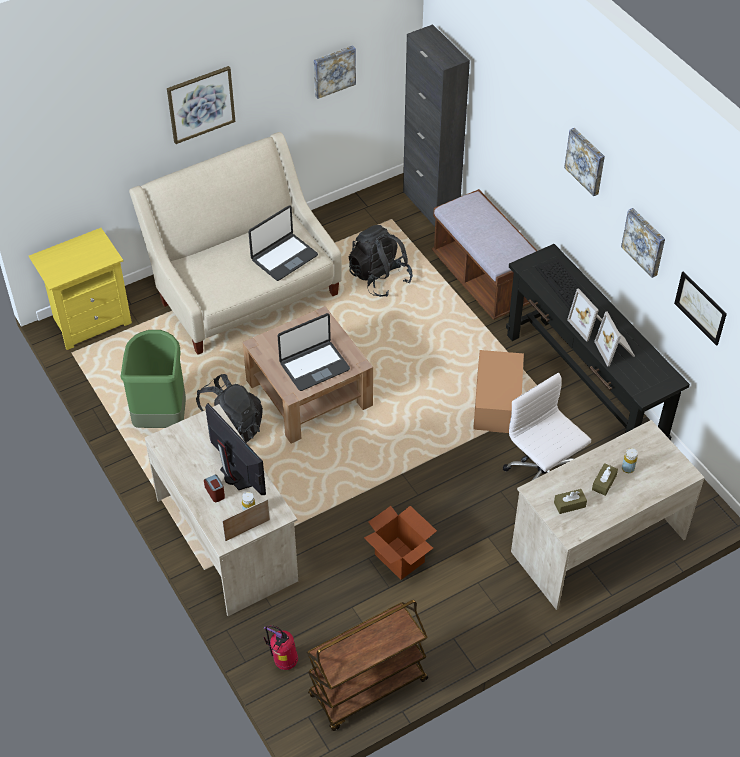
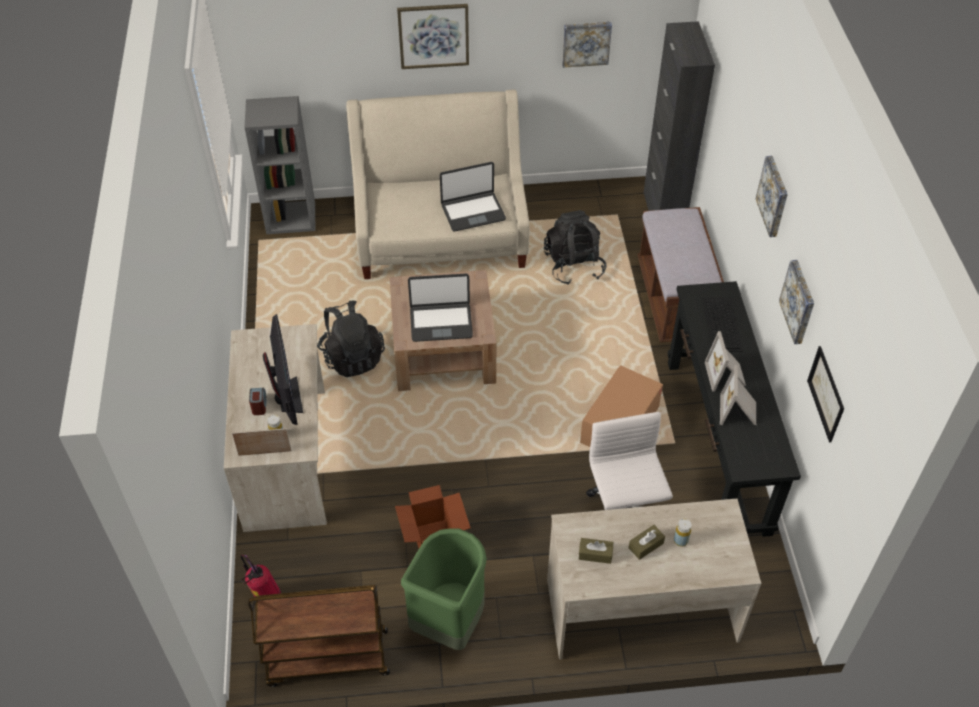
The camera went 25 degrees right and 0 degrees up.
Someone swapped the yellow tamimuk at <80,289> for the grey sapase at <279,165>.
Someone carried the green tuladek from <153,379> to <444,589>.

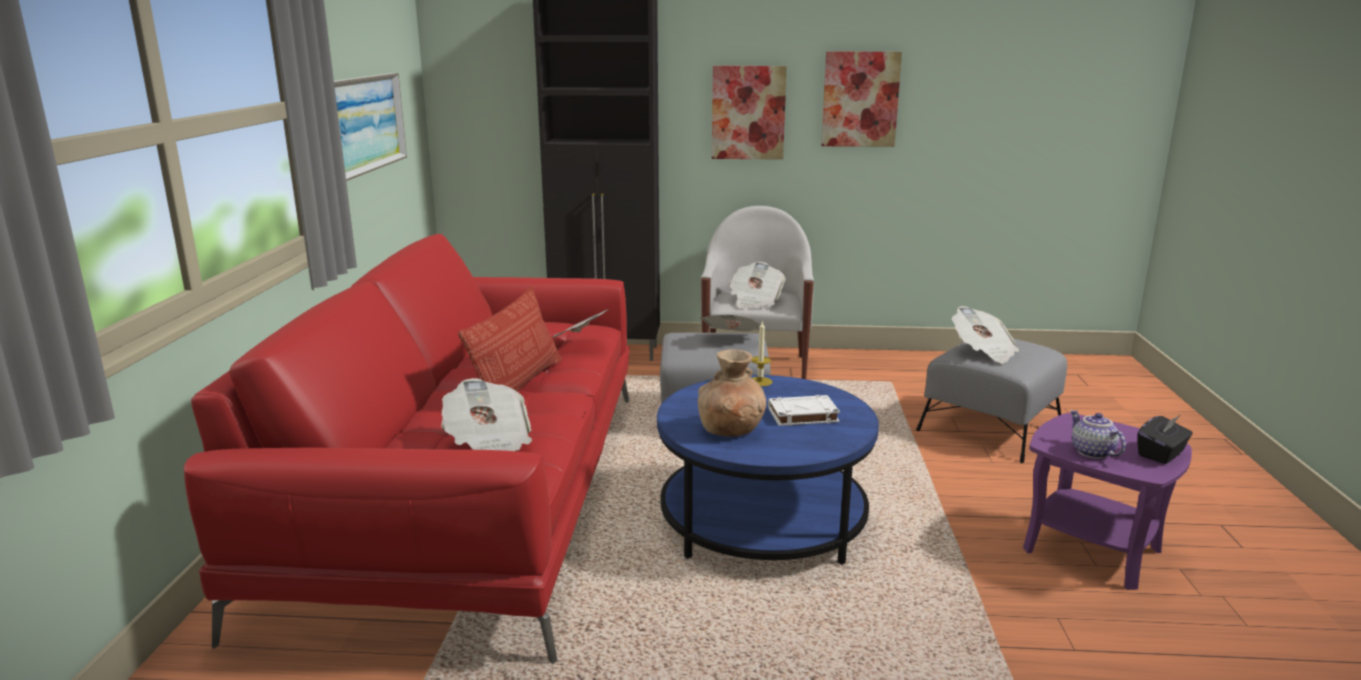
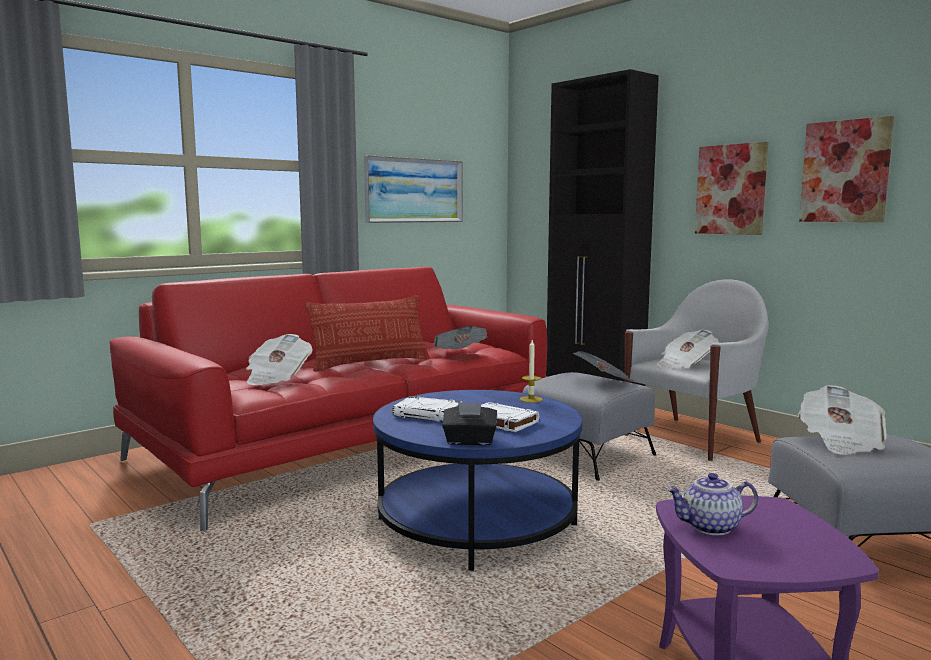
The camera went 45 degrees right and 10 degrees down.
Someone swapped the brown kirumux at <732,393> for the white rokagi at <427,409>.
Someone rotated the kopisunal at <1098,434> by 120 degrees counterclockwise.
Someone carried the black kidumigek from <1165,439> to <469,423>.

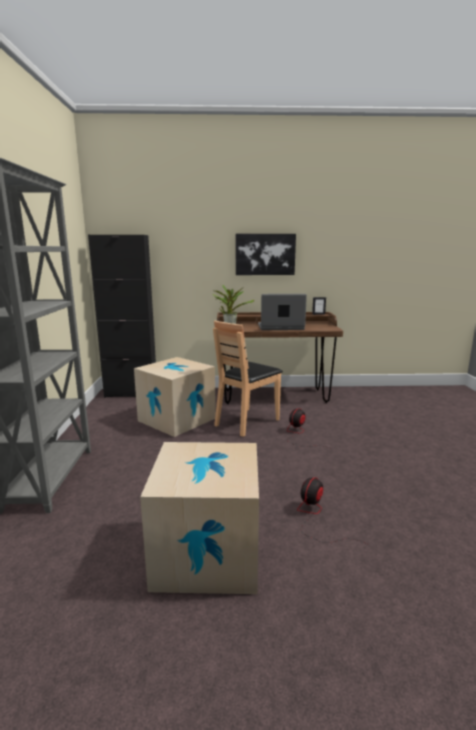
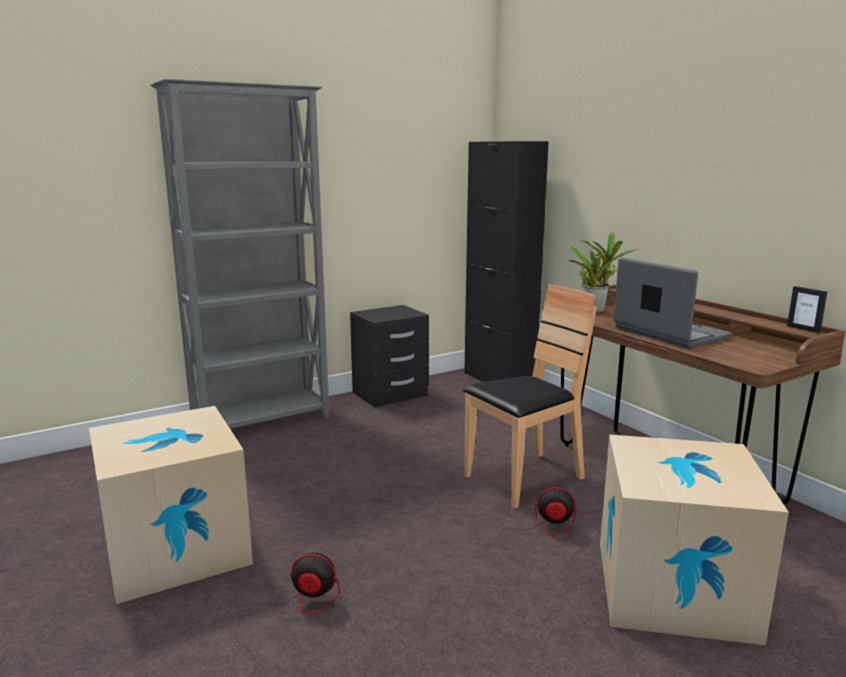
The camera went 60 degrees right and 0 degrees up.
Someone carried the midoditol from <175,397> to <694,540>.
Someone rotated the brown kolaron at <248,379> by 135 degrees clockwise.
Someone took away the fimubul at <266,254>.
Someone put down the black tamimuk at <389,356>.

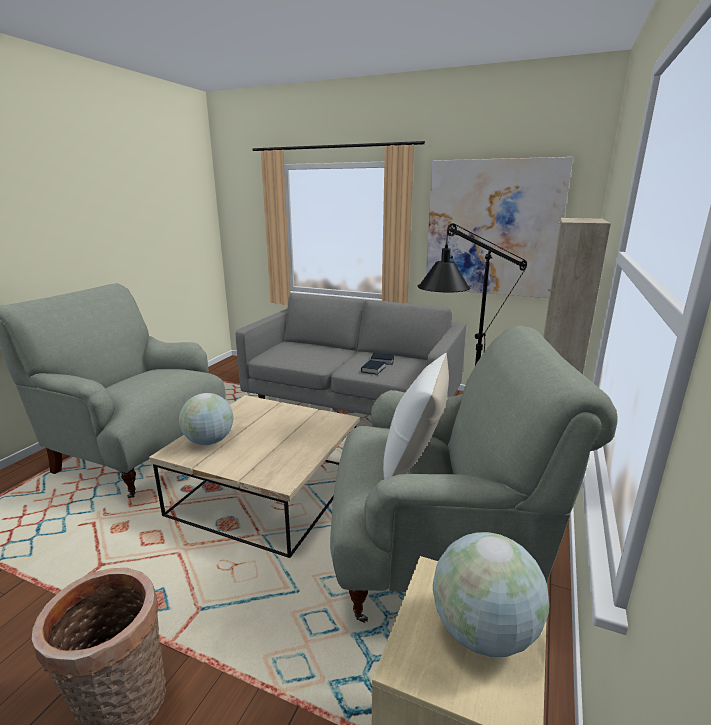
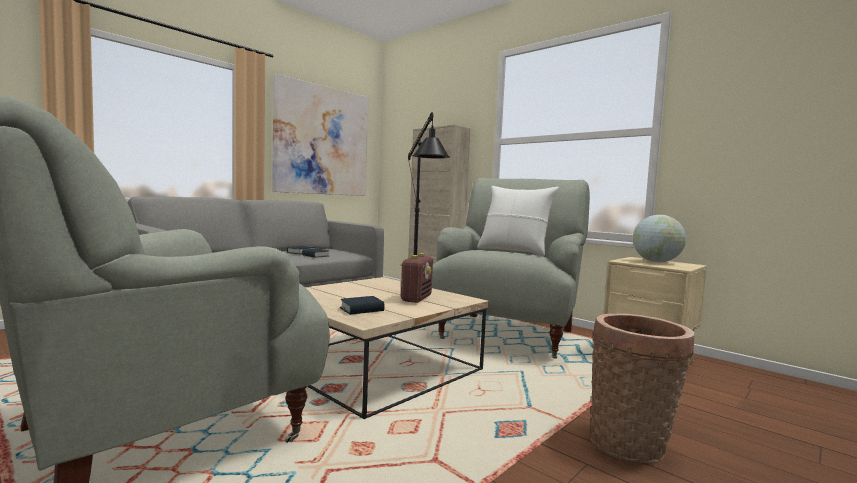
The camera went 70 degrees left and 15 degrees down.
Someone swapped the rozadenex at <206,419> for the rokagi at <362,305>.
Someone put down the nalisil at <417,278>.

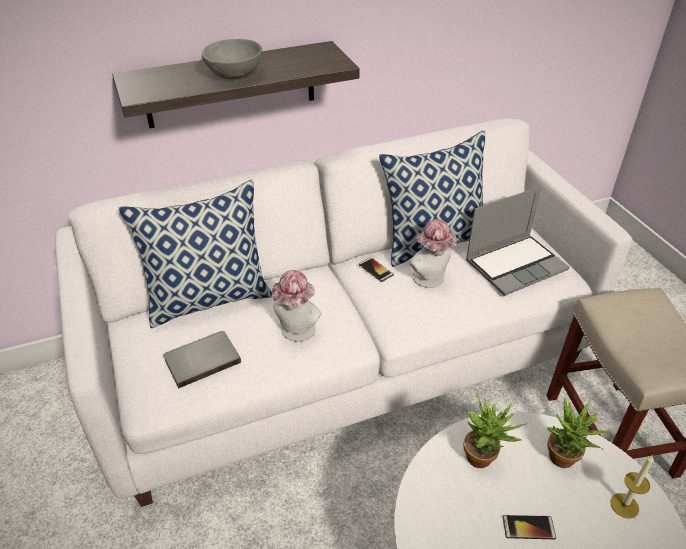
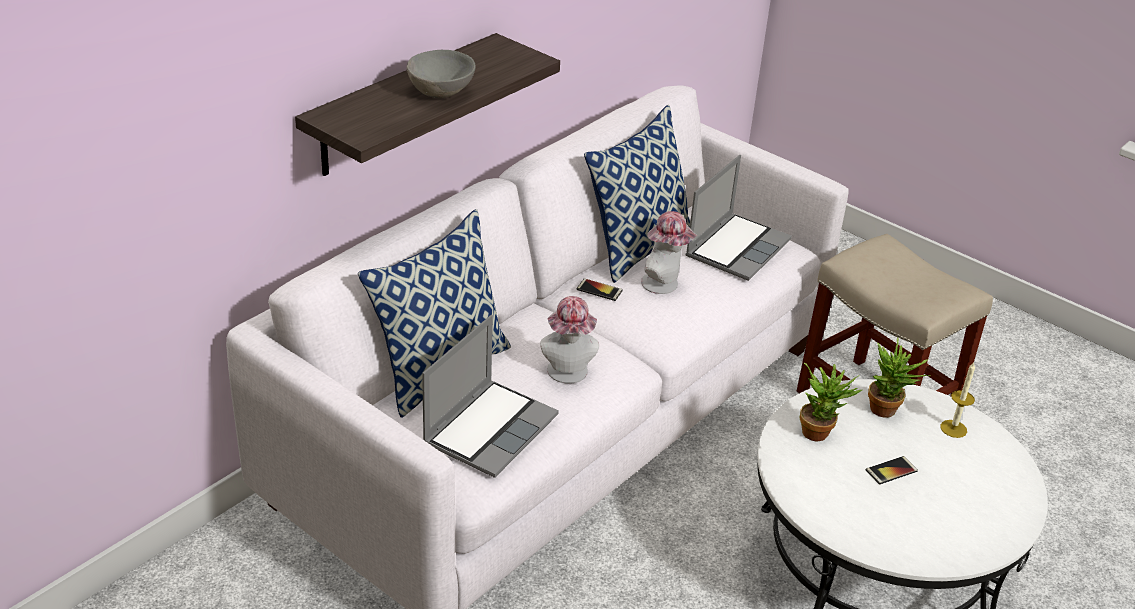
The camera went 30 degrees left and 5 degrees down.
Someone swapped the grey rokagi at <202,359> for the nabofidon at <490,396>.

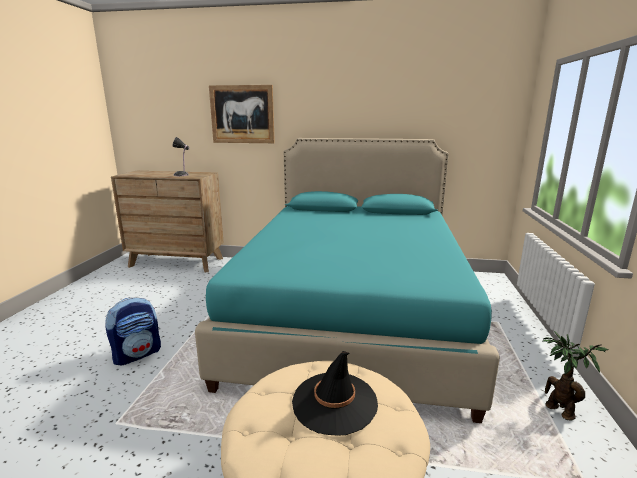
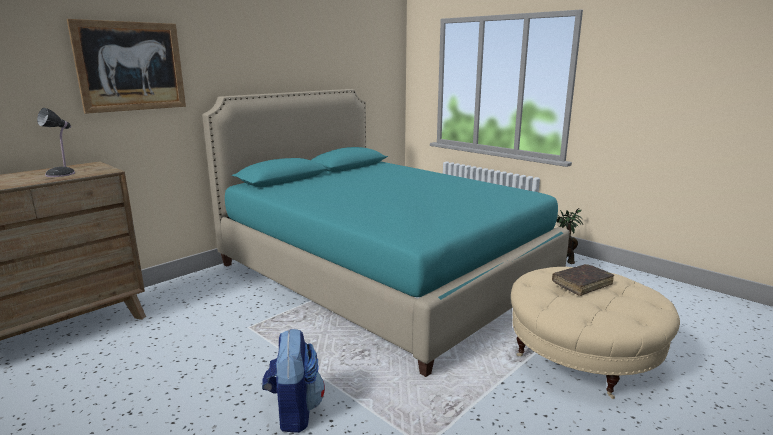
The camera went 55 degrees left and 0 degrees up.
Someone swapped the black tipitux at <335,393> for the brown rokagi at <583,280>.

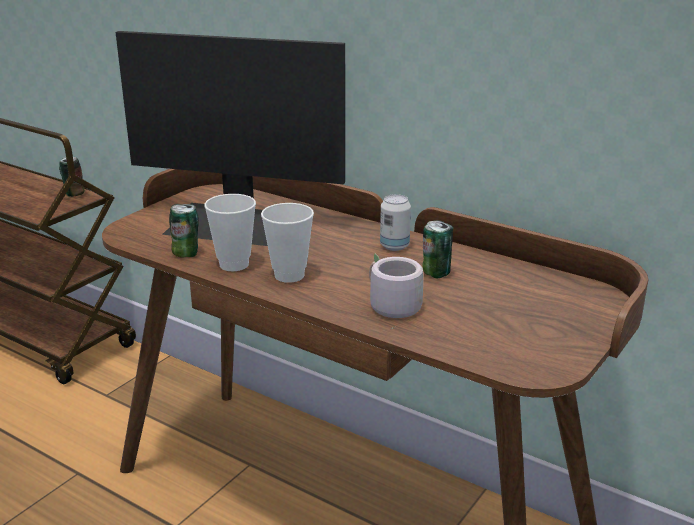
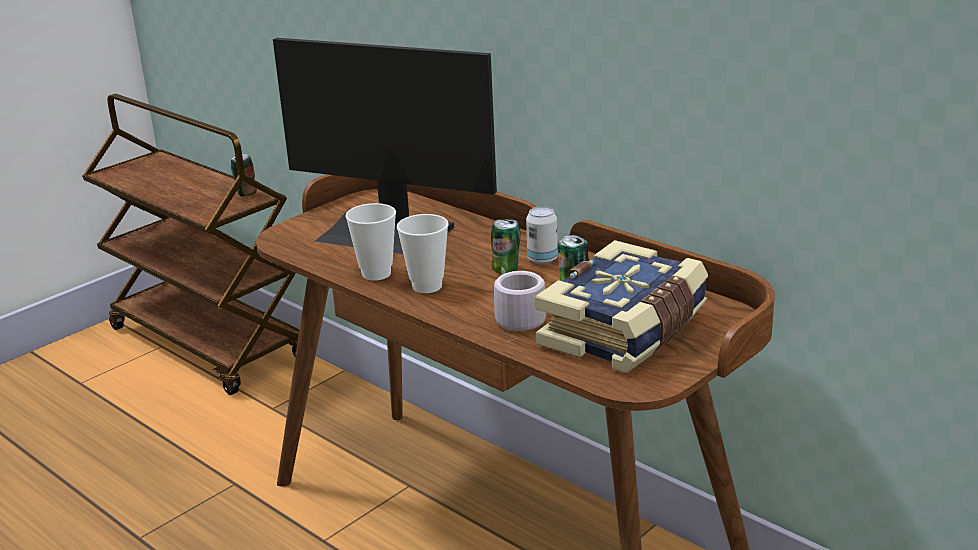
The camera went 10 degrees right and 0 degrees up.
Someone carried the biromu from <184,230> to <506,246>.
Someone put down the rokagi at <621,306>.

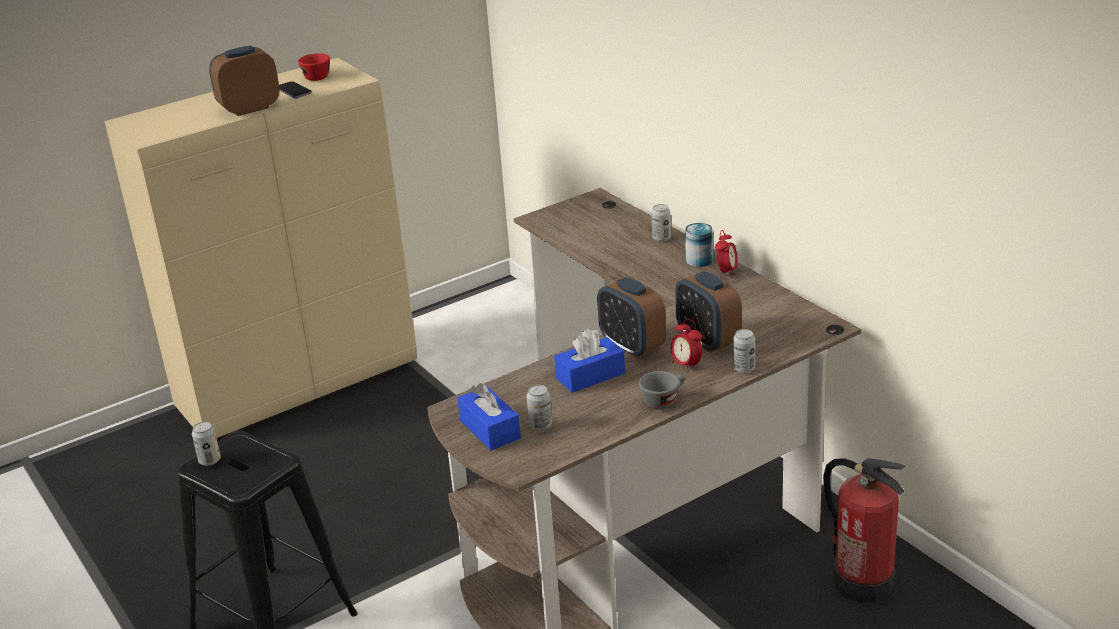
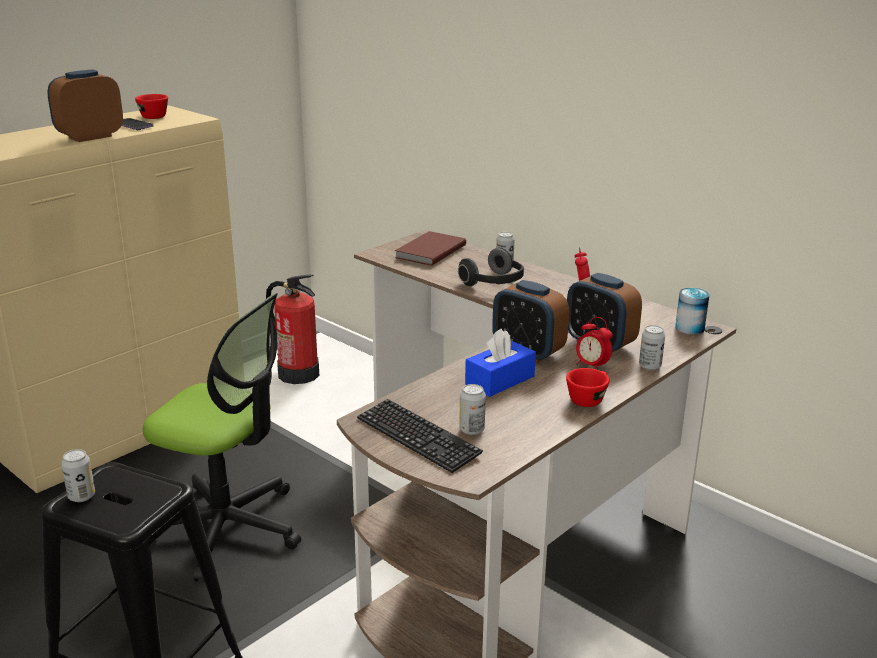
The camera went 15 degrees left and 5 degrees down.
Someone swapped the blue kidumigek at <489,416> for the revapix at <420,436>.
Someone repainted the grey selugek at <662,390>, which became the red selugek at <588,387>.
Someone carried the biromu from <699,245> to <692,311>.
Someone carried the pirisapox from <864,530> to <292,329>.
Someone put down the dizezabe at <222,437>.
Someone put down the brown rokagi at <430,248>.
Someone put down the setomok at <491,266>.

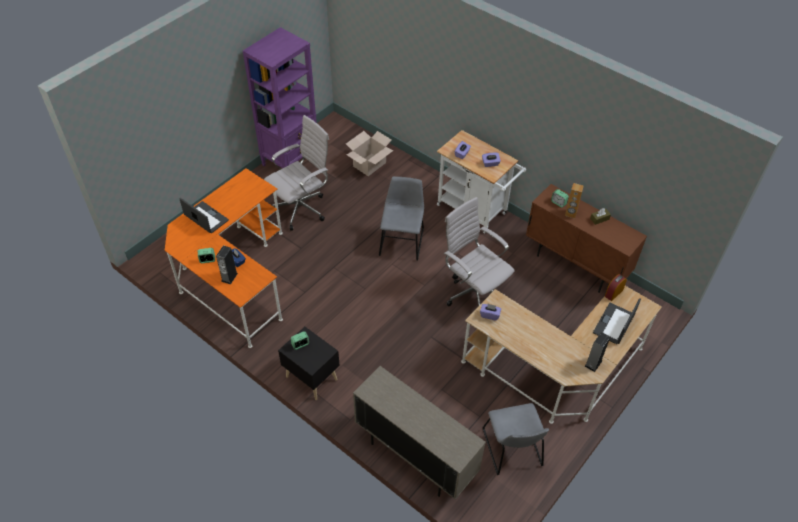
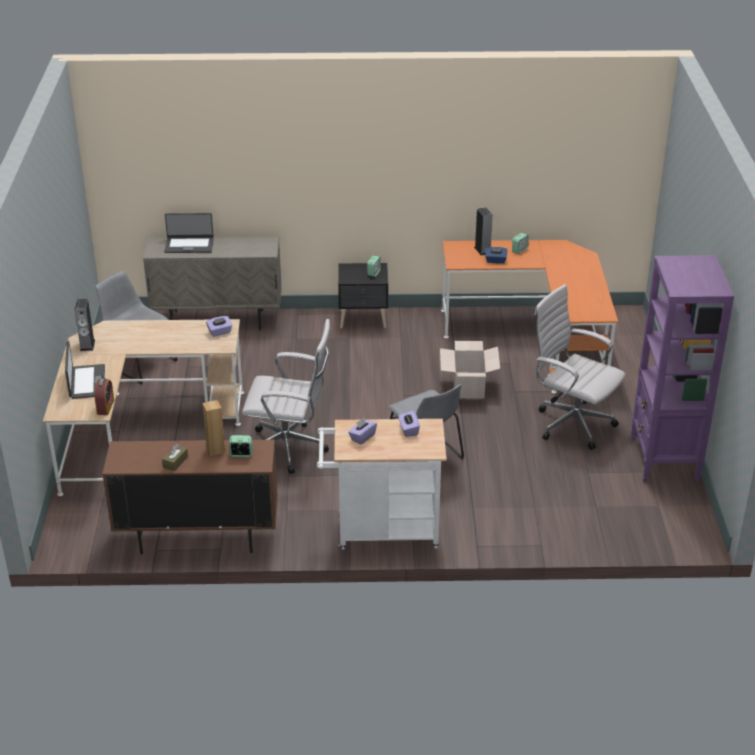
The camera went 140 degrees right and 15 degrees down.
Someone carried the nabofidon from <204,215> to <189,233>.
Someone rotated the white dizezabe at <296,173> by 120 degrees clockwise.
Someone carried the midoditol from <370,153> to <470,369>.

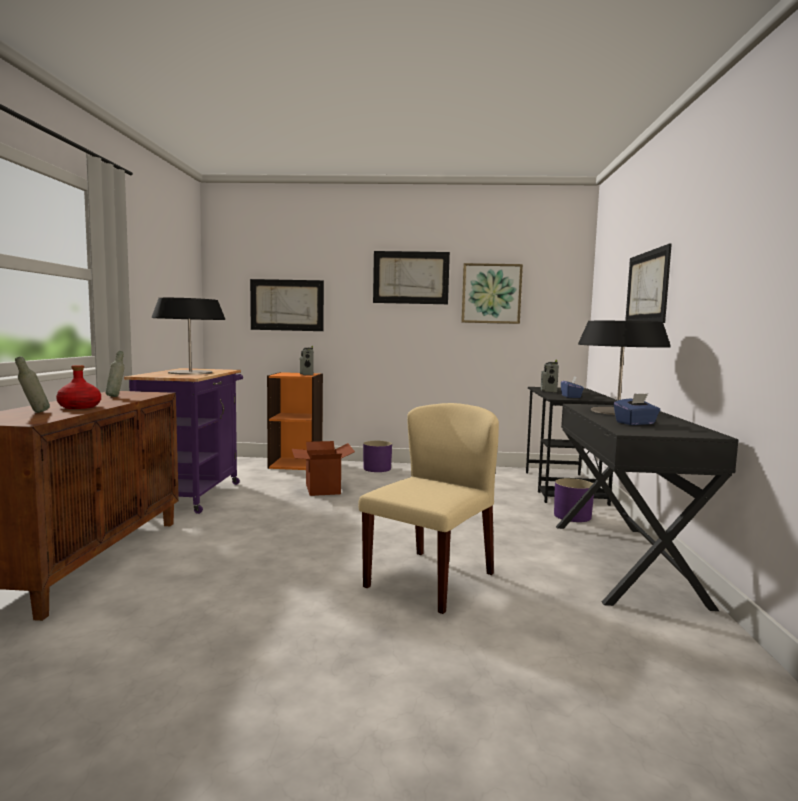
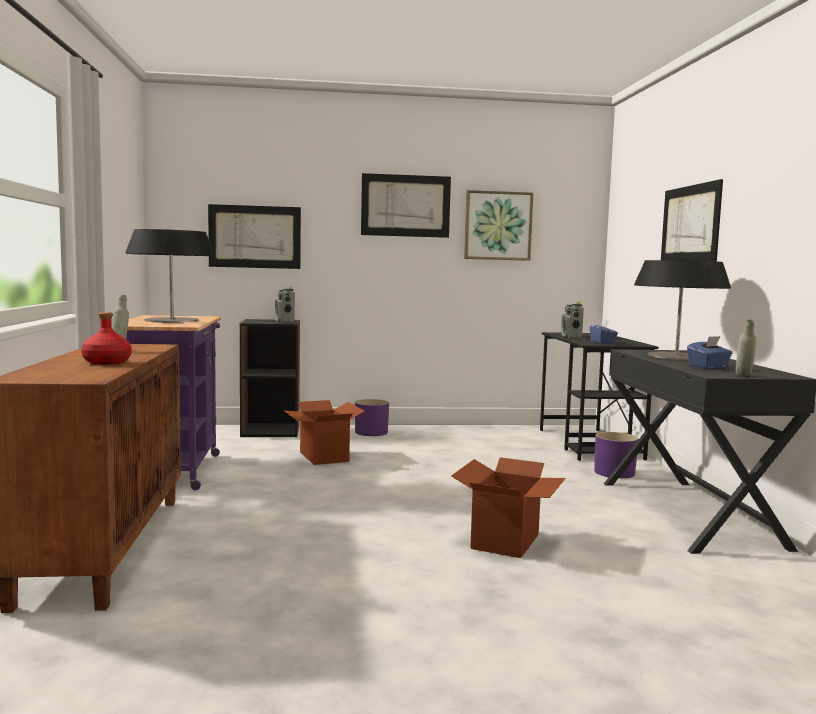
The camera went 10 degrees left and 0 degrees up.
Someone carried the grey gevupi from <32,384> to <746,348>.
Someone repainted the orange sapase at <295,421>, which became the black sapase at <270,378>.
Someone swapped the beige kolaron at <428,508> for the midoditol at <508,507>.

